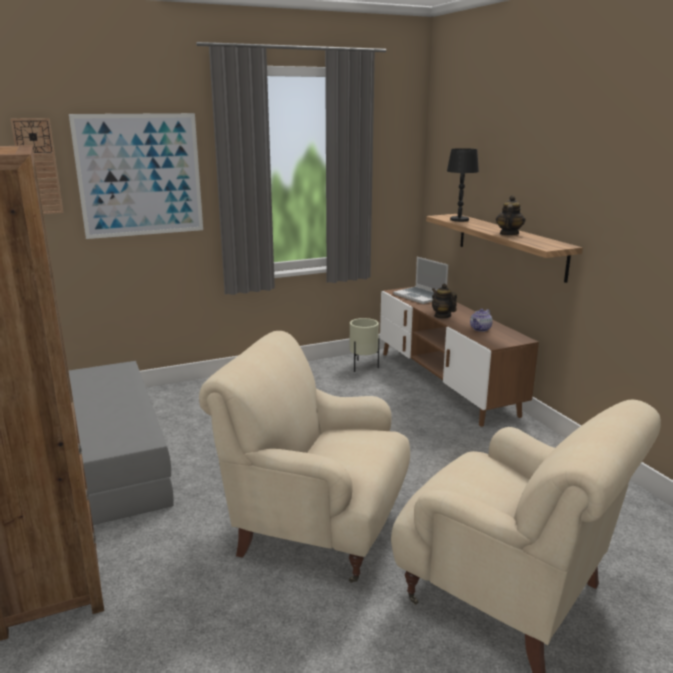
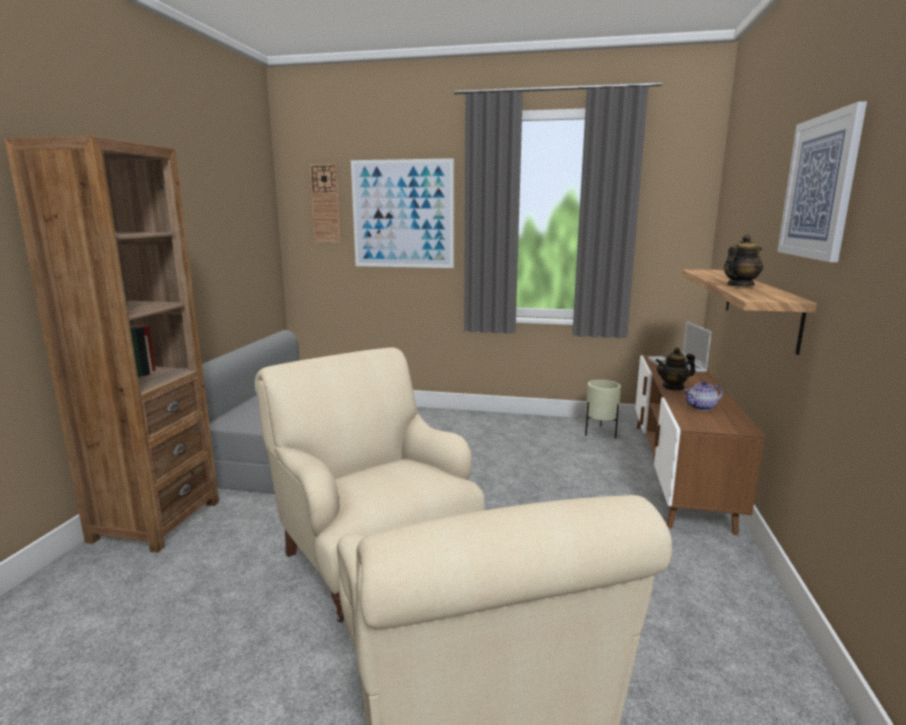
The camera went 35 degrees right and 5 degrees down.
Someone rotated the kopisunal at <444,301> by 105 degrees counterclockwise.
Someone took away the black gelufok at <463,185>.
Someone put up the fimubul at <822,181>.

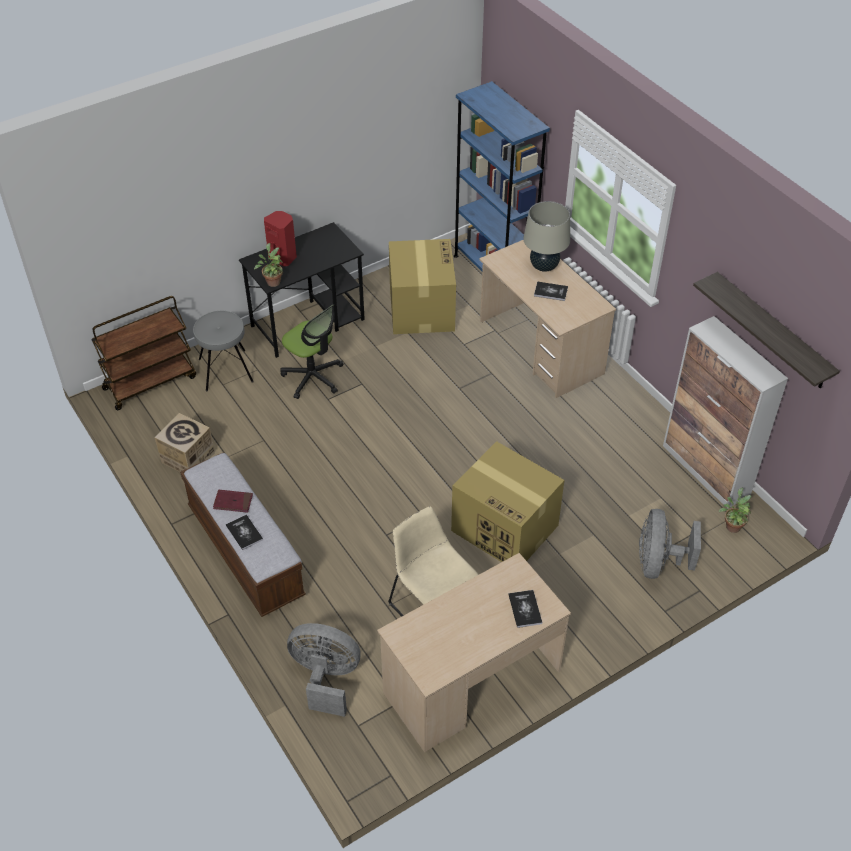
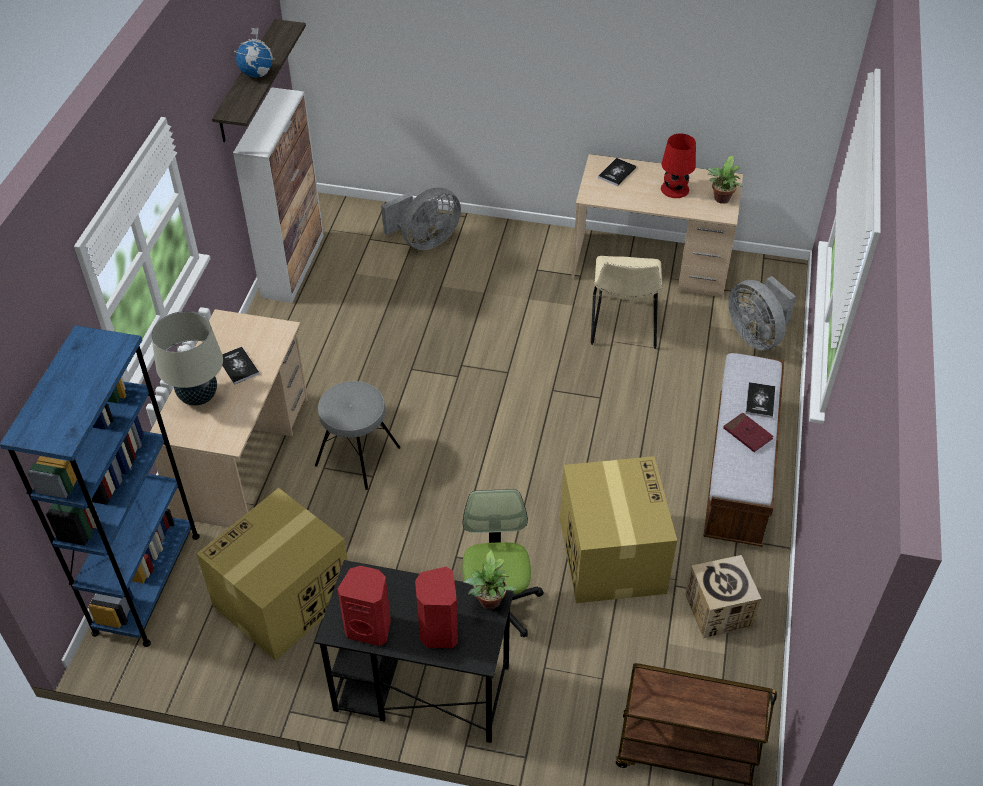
The camera went 135 degrees left and 0 degrees up.
Someone carried the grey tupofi from <223,351> to <358,435>.
Someone carried the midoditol from <507,501> to <618,529>.
Someone carried the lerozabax from <735,510> to <724,179>.
Someone put down the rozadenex at <254,52>.
Someone put down the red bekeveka at <364,606>.
Someone put down the red gelufok at <678,165>.

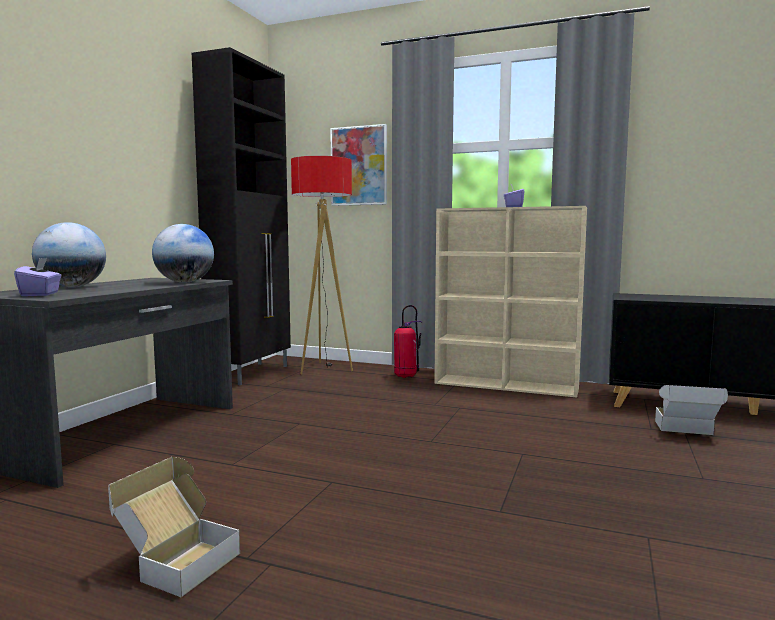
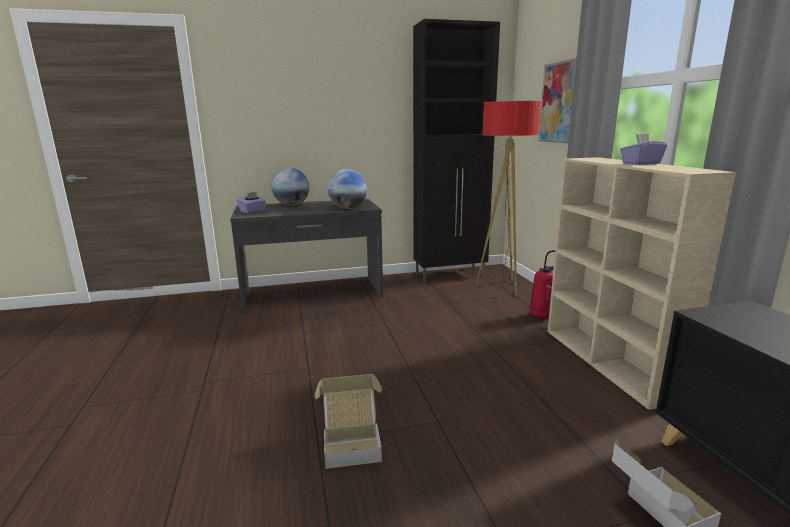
The camera went 55 degrees right and 10 degrees up.
Someone carried the midoditol from <174,527> to <348,421>.

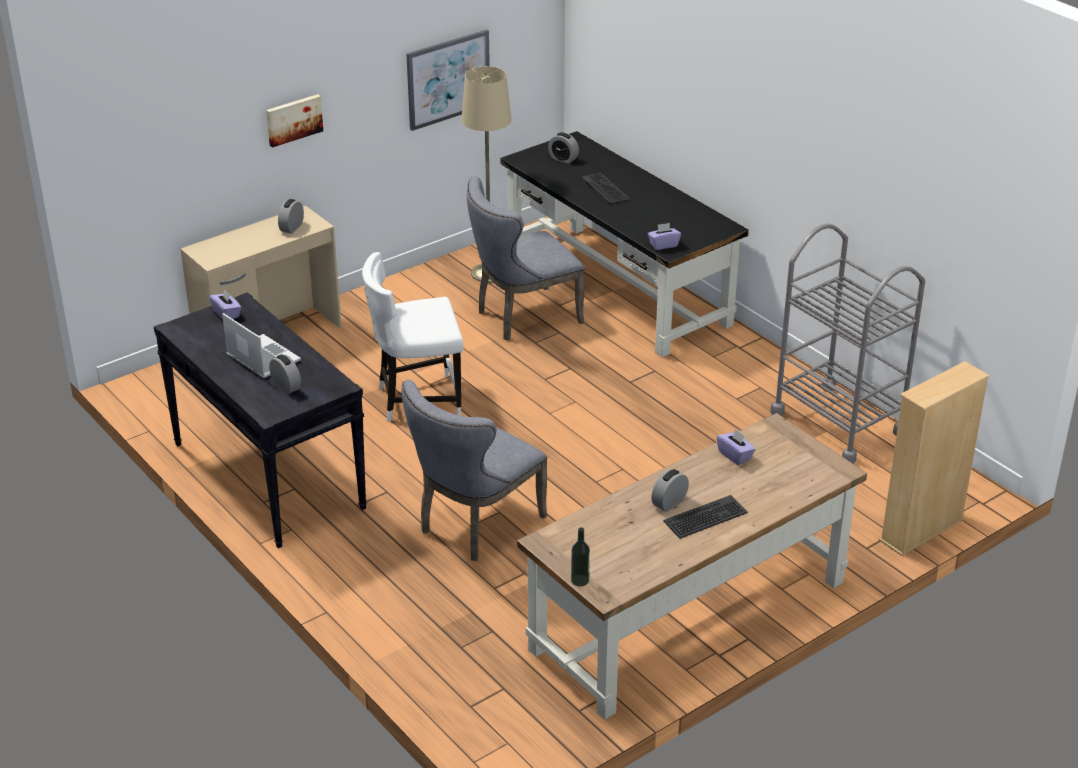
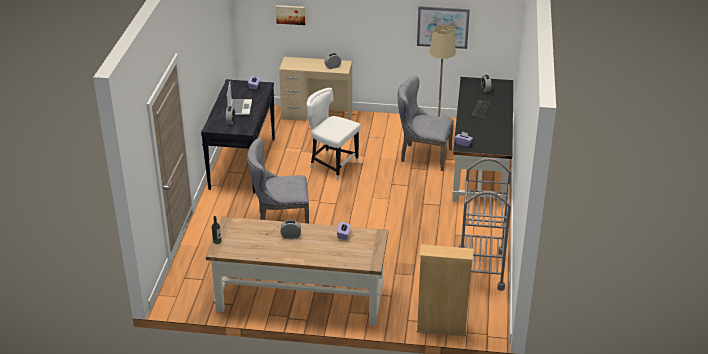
The camera went 45 degrees right and 0 degrees up.
Someone carried the fimubul from <294,121> to <290,15>.
Someone took away the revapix at <705,517>.

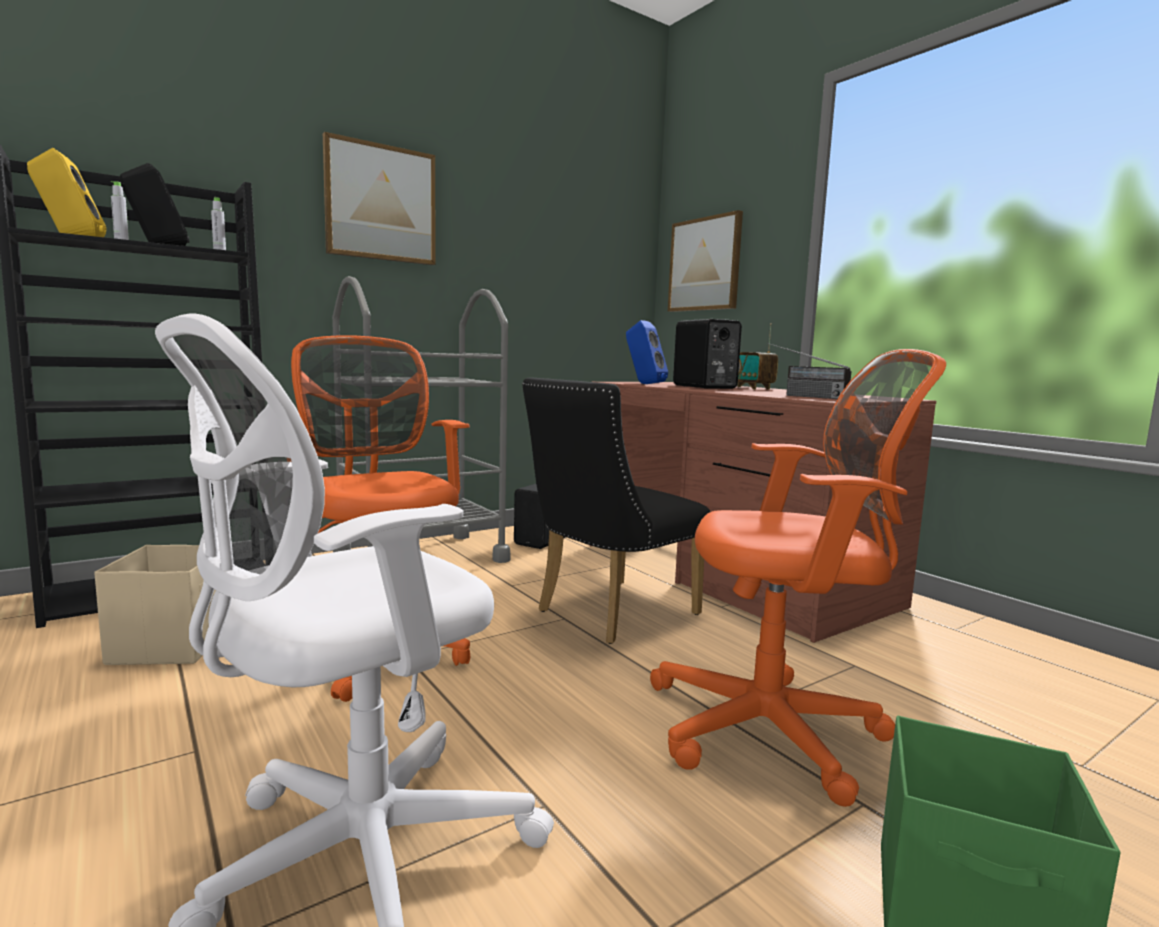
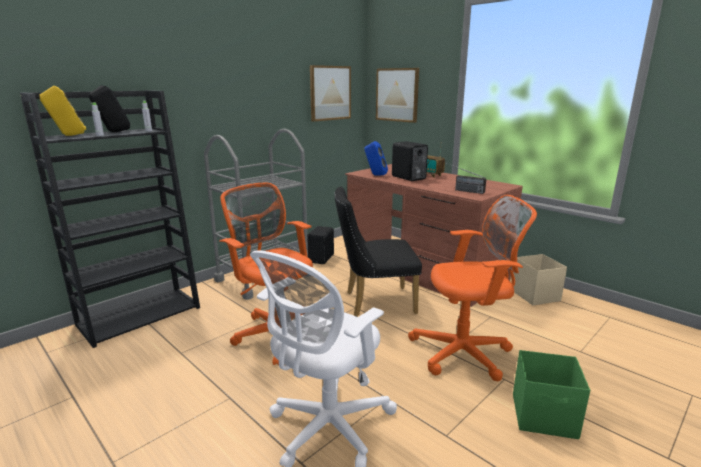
The camera went 10 degrees left and 10 degrees up.
Someone carried the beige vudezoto from <155,605> to <540,279>.
Someone carried the fimubul from <379,198> to <330,93>.
Someone rotated the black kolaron at <616,510> by 45 degrees clockwise.

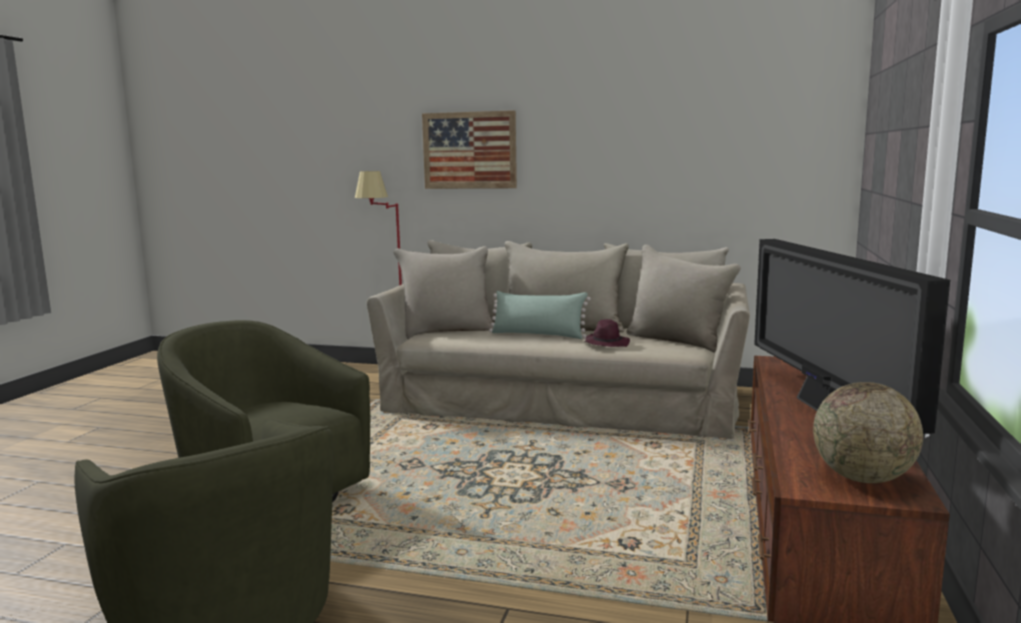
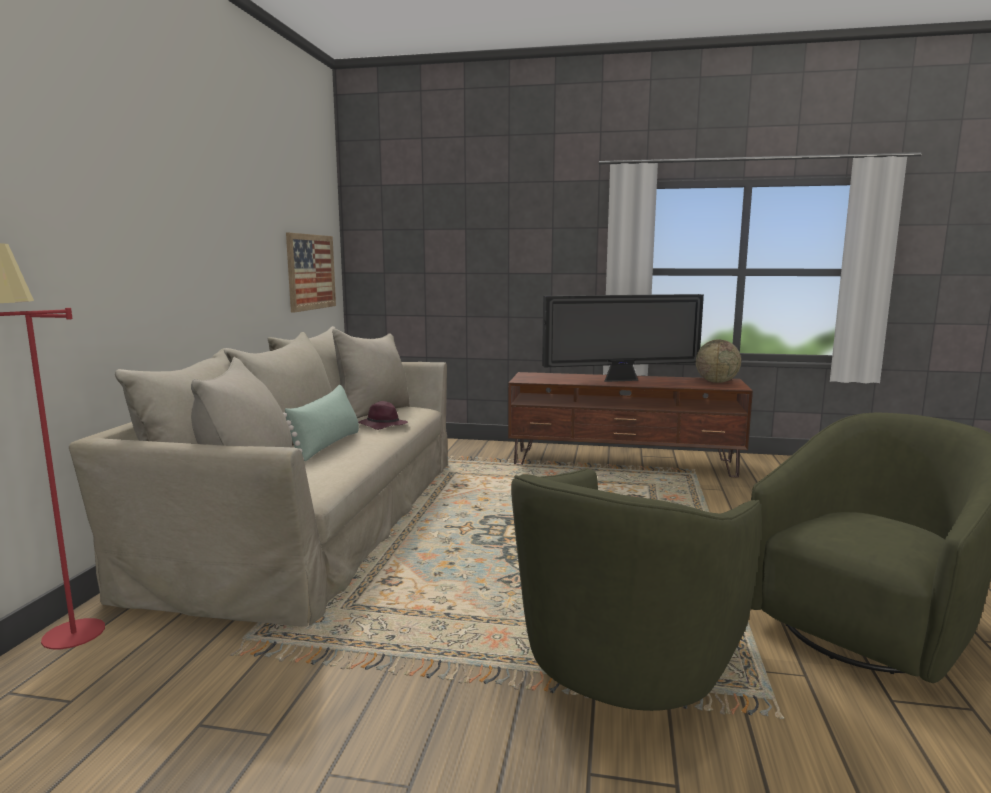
The camera went 95 degrees left and 0 degrees up.
Someone carried the fimubul from <469,149> to <311,273>.

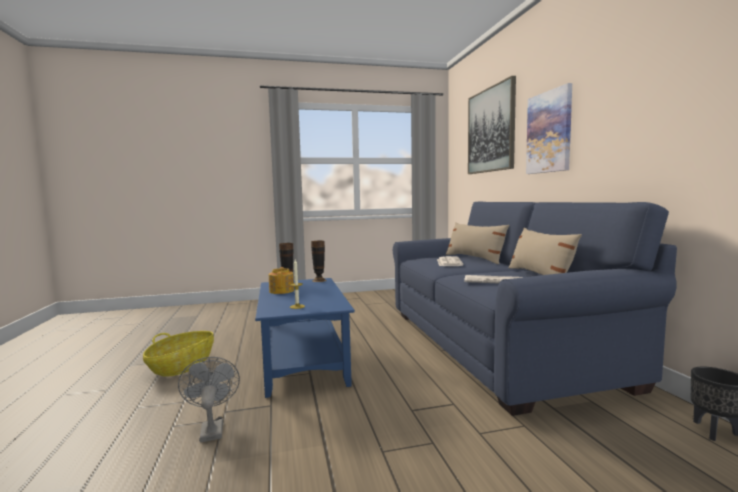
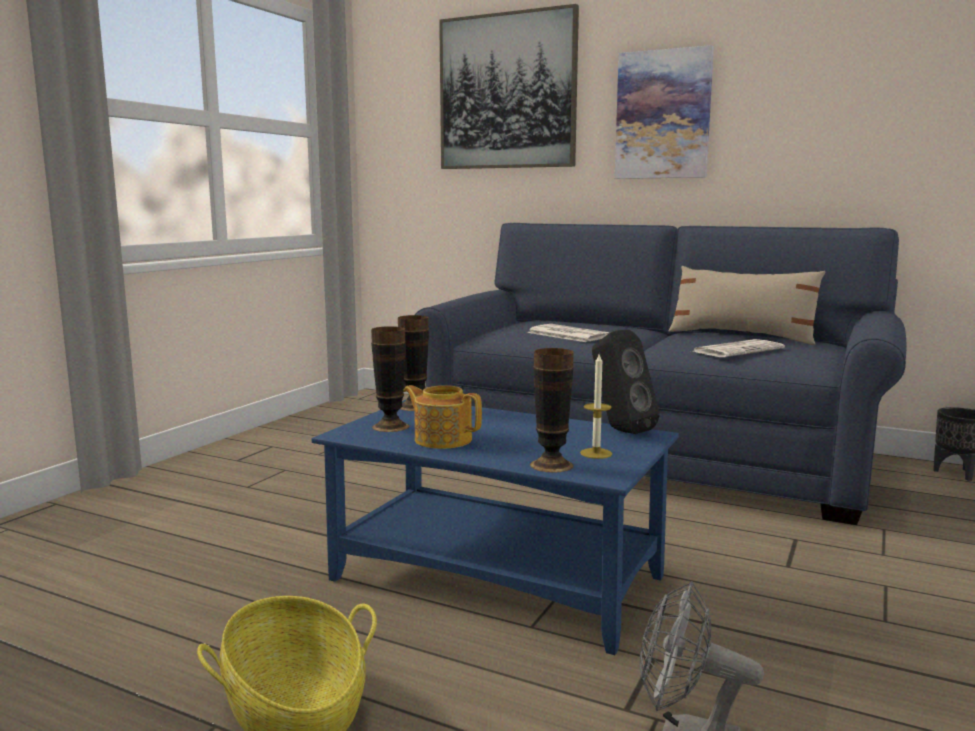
The camera went 50 degrees left and 5 degrees up.
Someone took away the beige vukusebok at <477,243>.
Someone put down the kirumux at <552,410>.
Someone put down the black bekeveka at <626,382>.

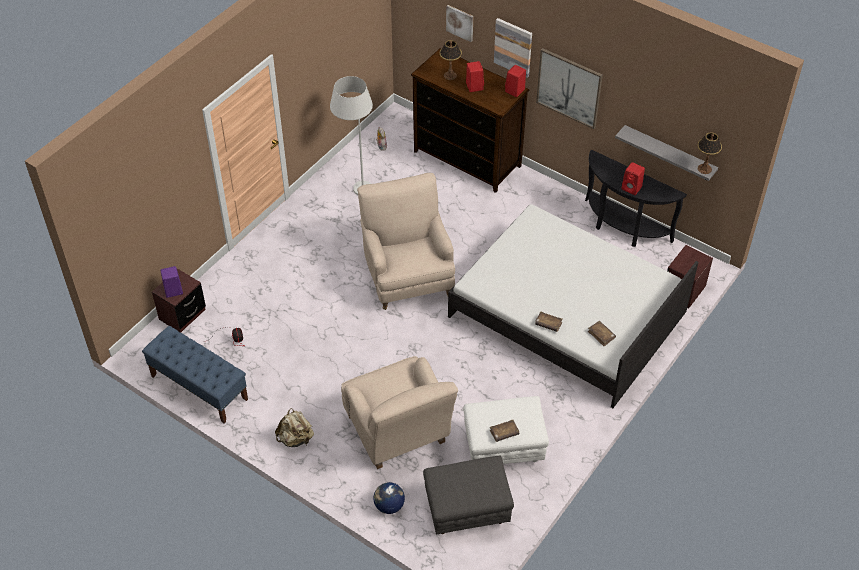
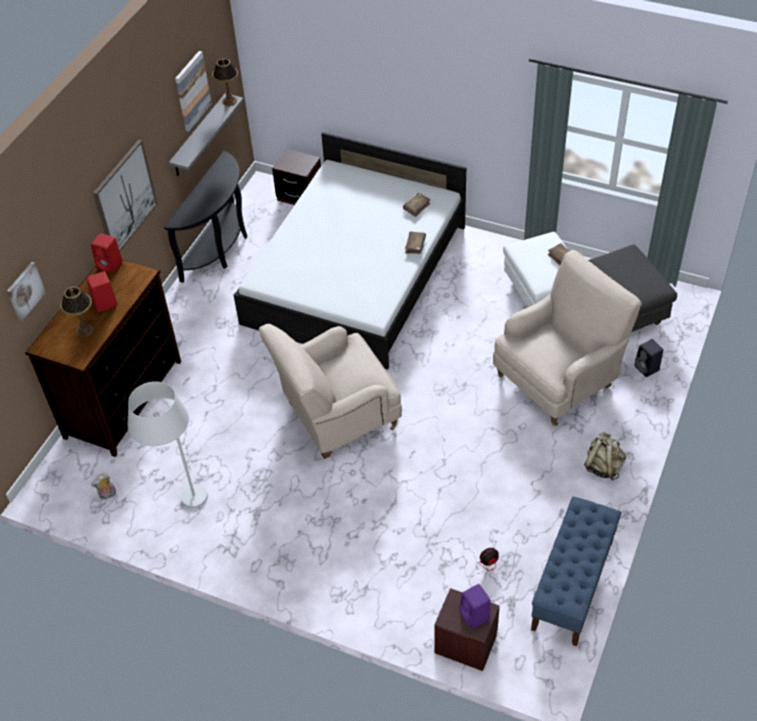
The camera went 100 degrees left and 0 degrees up.
Someone swapped the rozadenex at <389,498> for the black bekeveka at <648,358>.
Someone carried the fimubul from <513,48> to <193,91>.
Someone took away the red bekeveka at <633,178>.

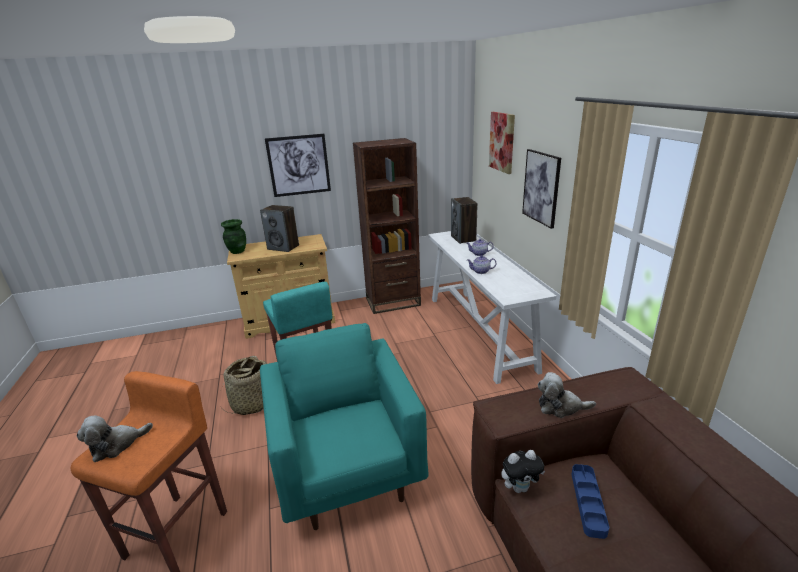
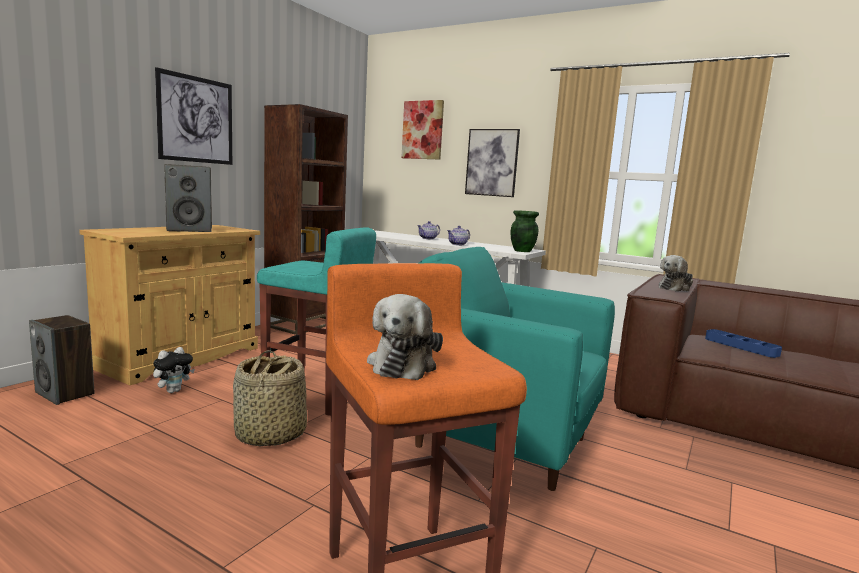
The camera went 45 degrees left and 15 degrees down.
Someone carried the green kirumux from <233,236> to <525,231>.
Someone carried the bekeveka from <464,220> to <61,360>.
Someone carried the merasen from <523,471> to <174,370>.

